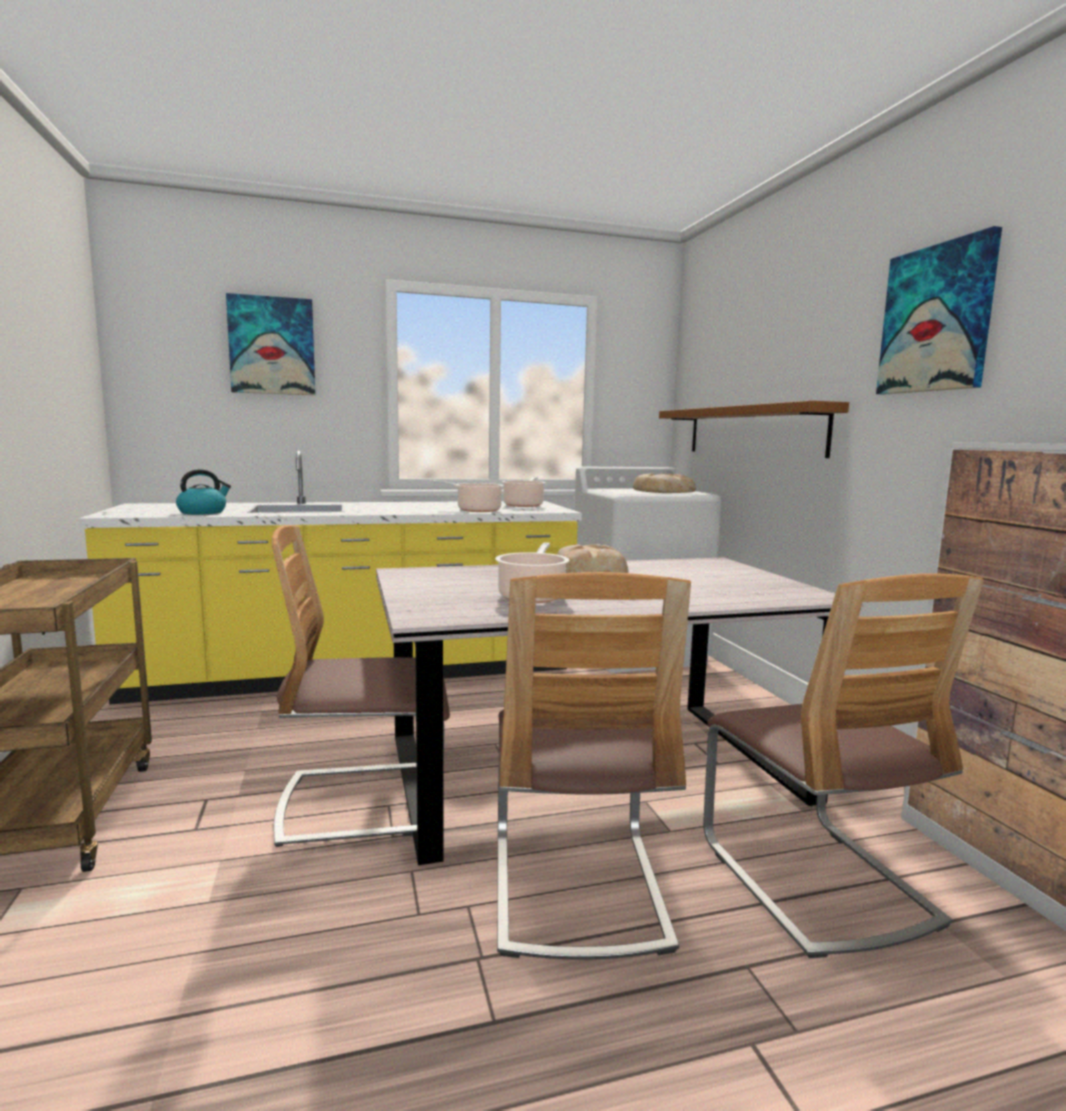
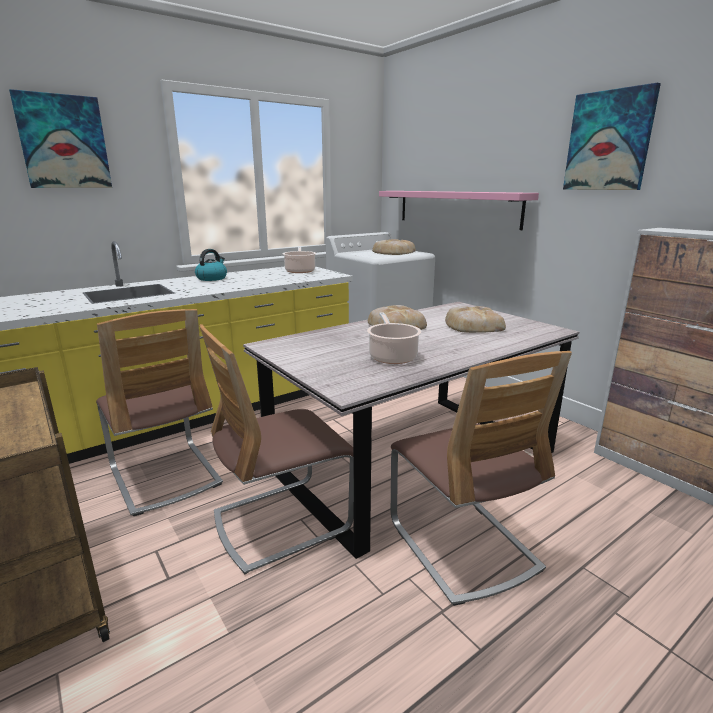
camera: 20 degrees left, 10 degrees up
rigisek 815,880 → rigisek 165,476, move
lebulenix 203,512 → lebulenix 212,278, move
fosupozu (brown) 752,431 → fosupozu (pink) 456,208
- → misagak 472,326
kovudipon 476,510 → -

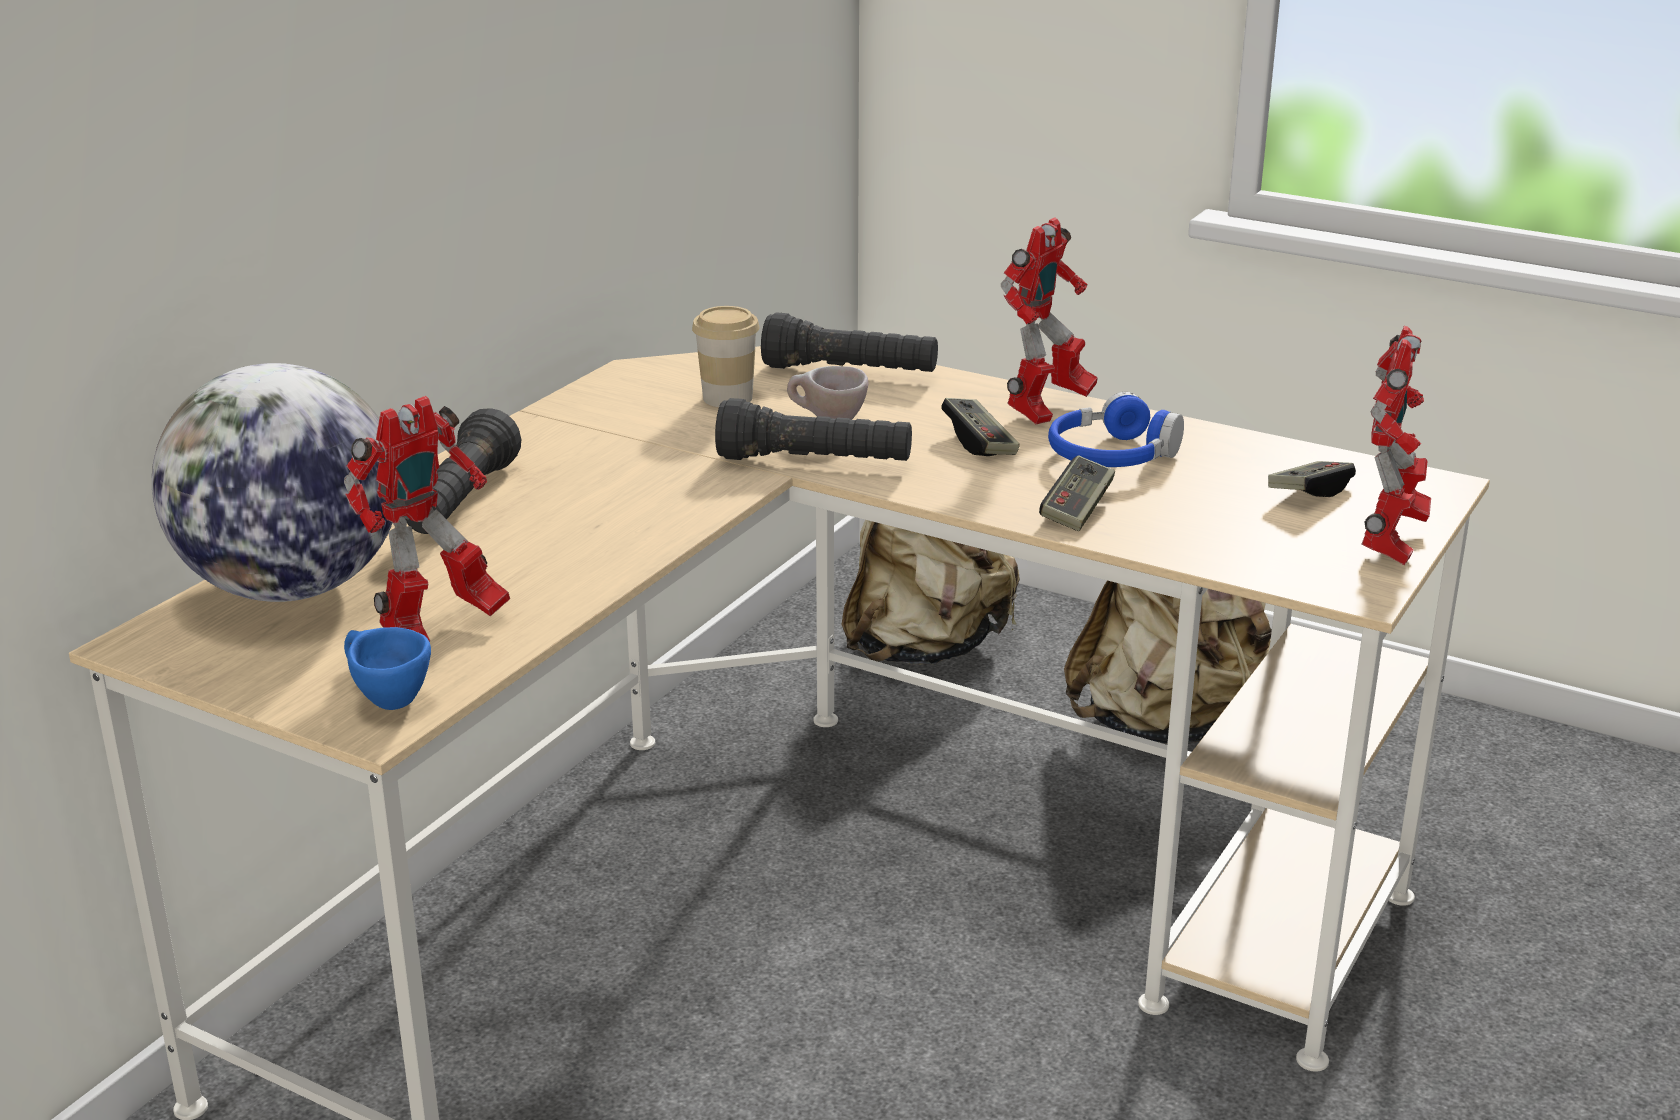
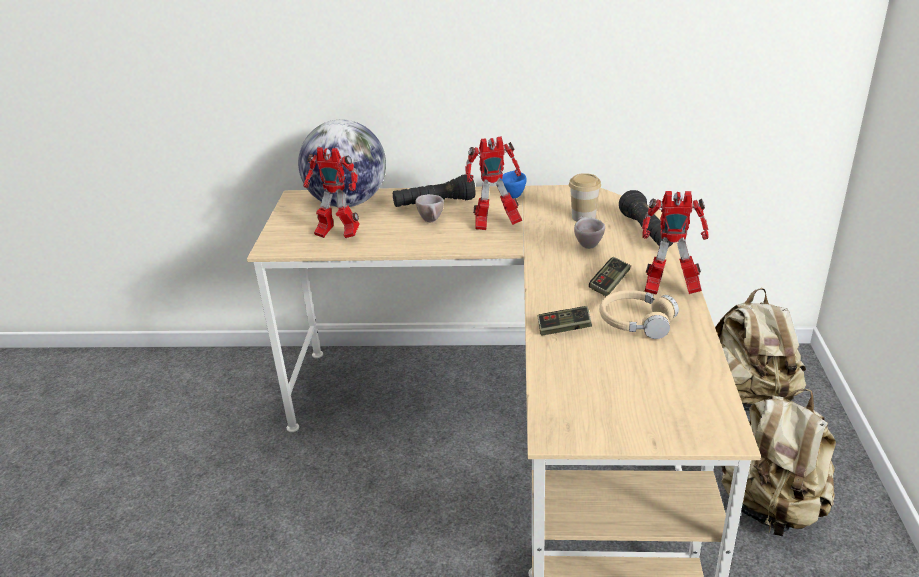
camera: 65 degrees right, 5 degrees up
- → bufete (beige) 432,221
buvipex 1389,543 → buvipex 495,225, move
bufete (blue) 385,700 → bufete (blue) 513,194, move
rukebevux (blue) 1112,456 → rukebevux (beige) 636,322
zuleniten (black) 814,462 → -
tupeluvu 1309,492 → -

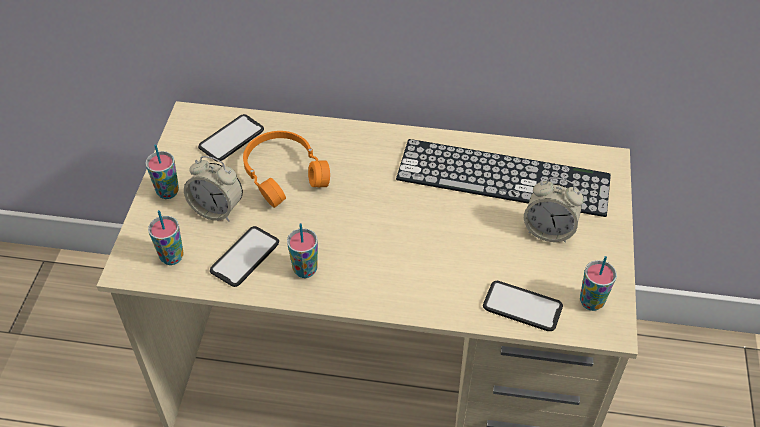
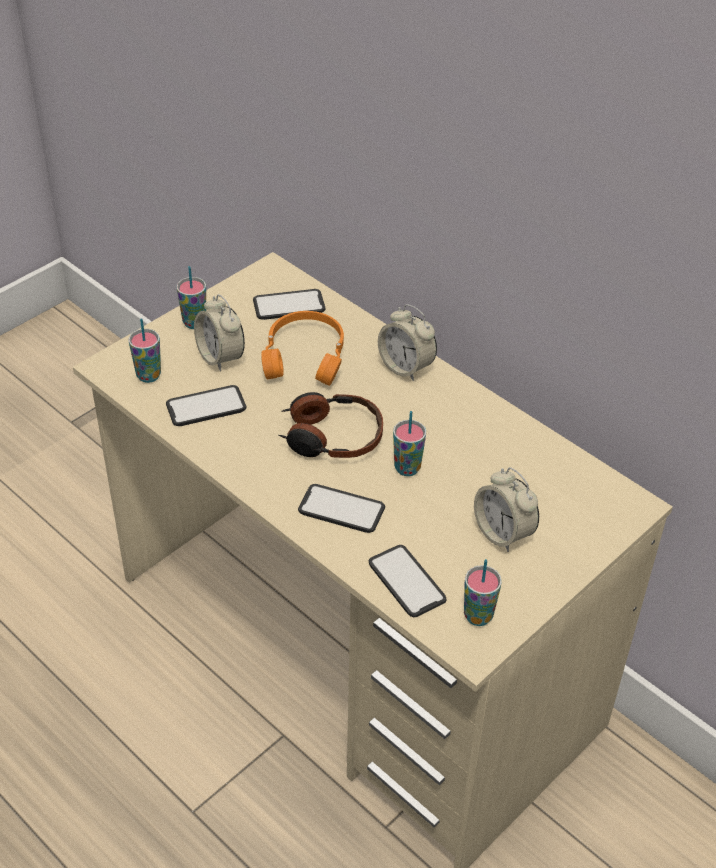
camera: 35 degrees right, 5 degrees down
- → rukebevux 331,437
- → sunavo 341,509
- → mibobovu 406,367
bufete 305,270 → bufete 407,468, move
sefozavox 503,177 → -

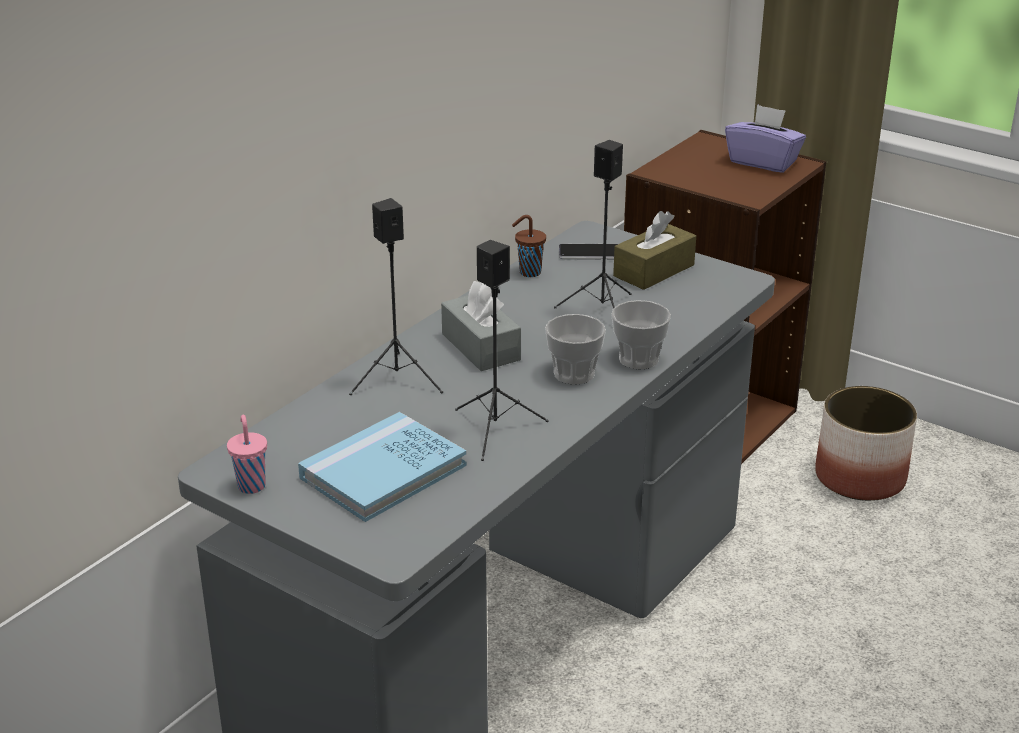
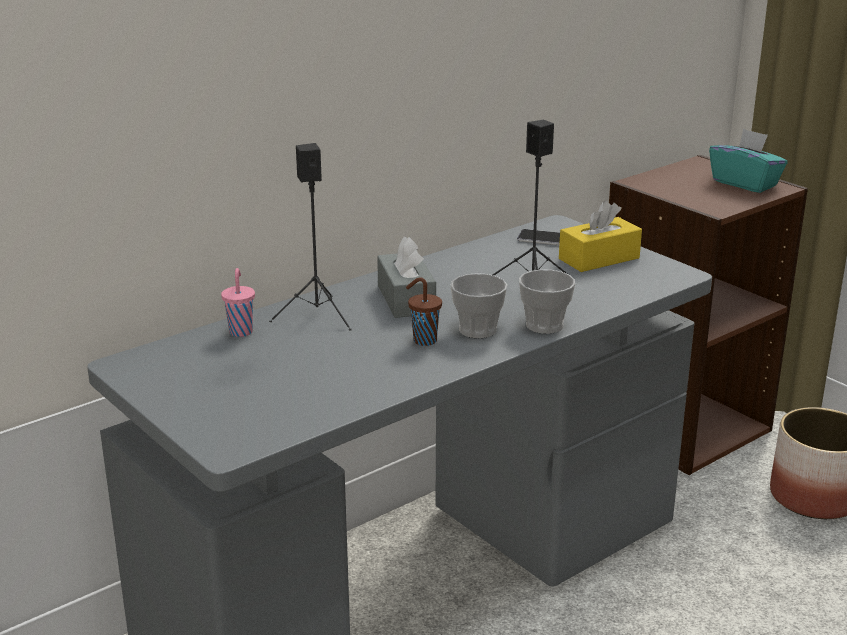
camera: 15 degrees right, 5 degrees down
bufete (pink) 251,485 → bufete (pink) 241,331, move
bufete (brown) 528,272 → bufete (brown) 423,340, move
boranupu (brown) 654,270 → boranupu (yellow) 599,258
boranupu (purple) 763,162 → boranupu (turquoise) 745,183
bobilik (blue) 383,472 → -
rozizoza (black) 496,429 → -

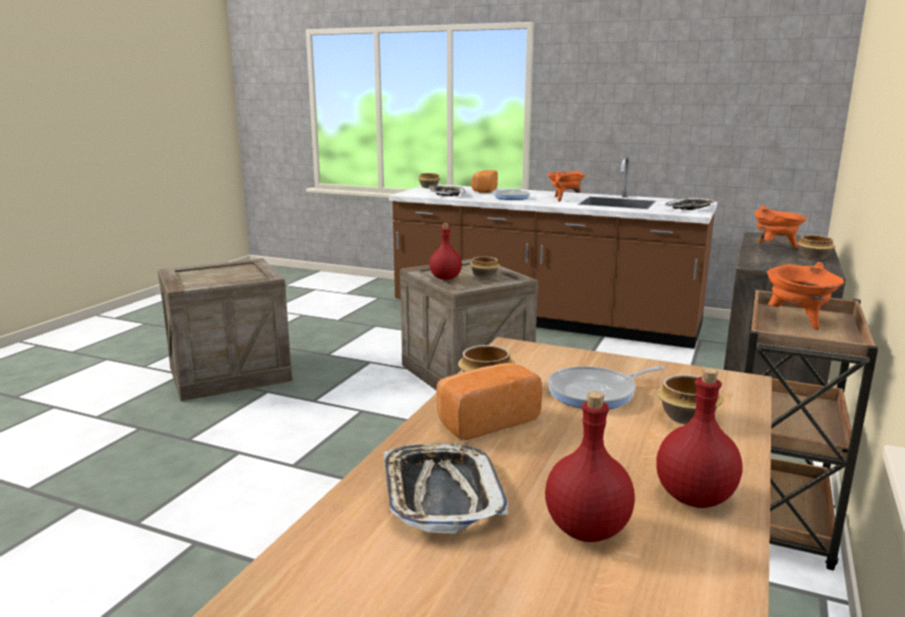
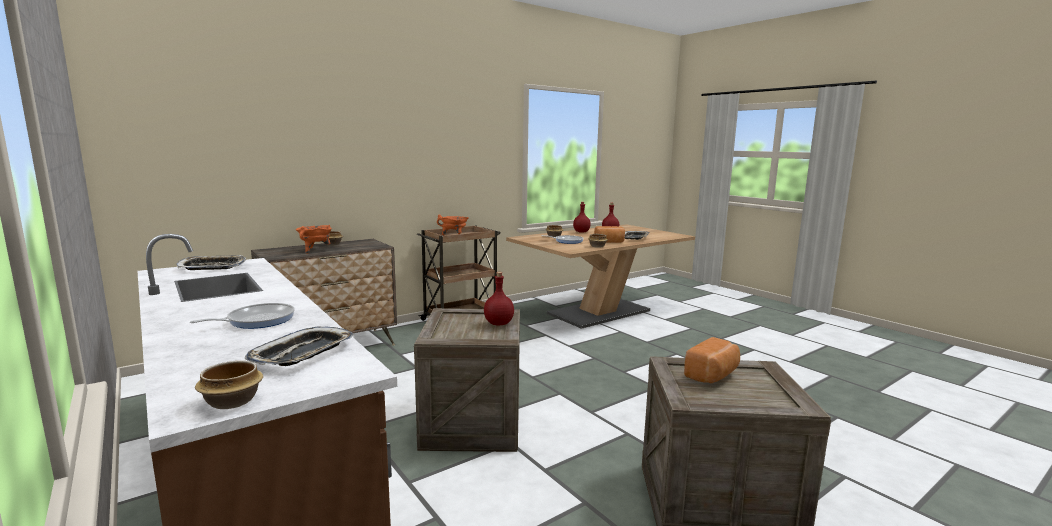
camera: 150 degrees left, 5 degrees down
misagak 483,190 → misagak 713,375, move
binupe 483,276 → -
kovudipon (orange) 564,199 → -

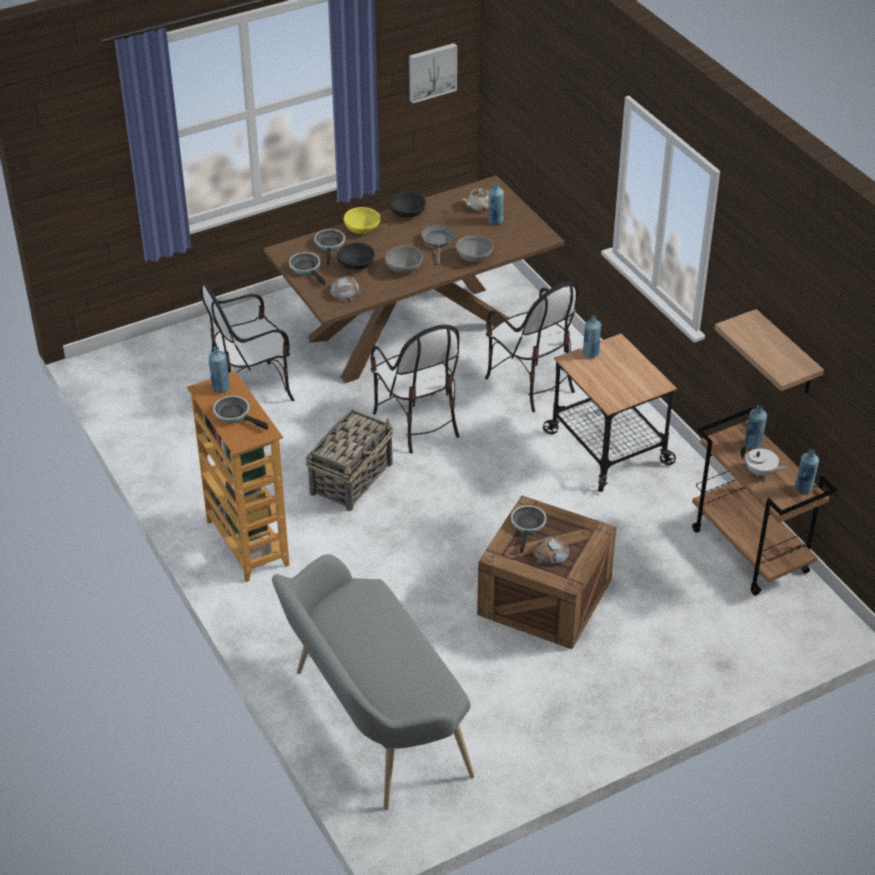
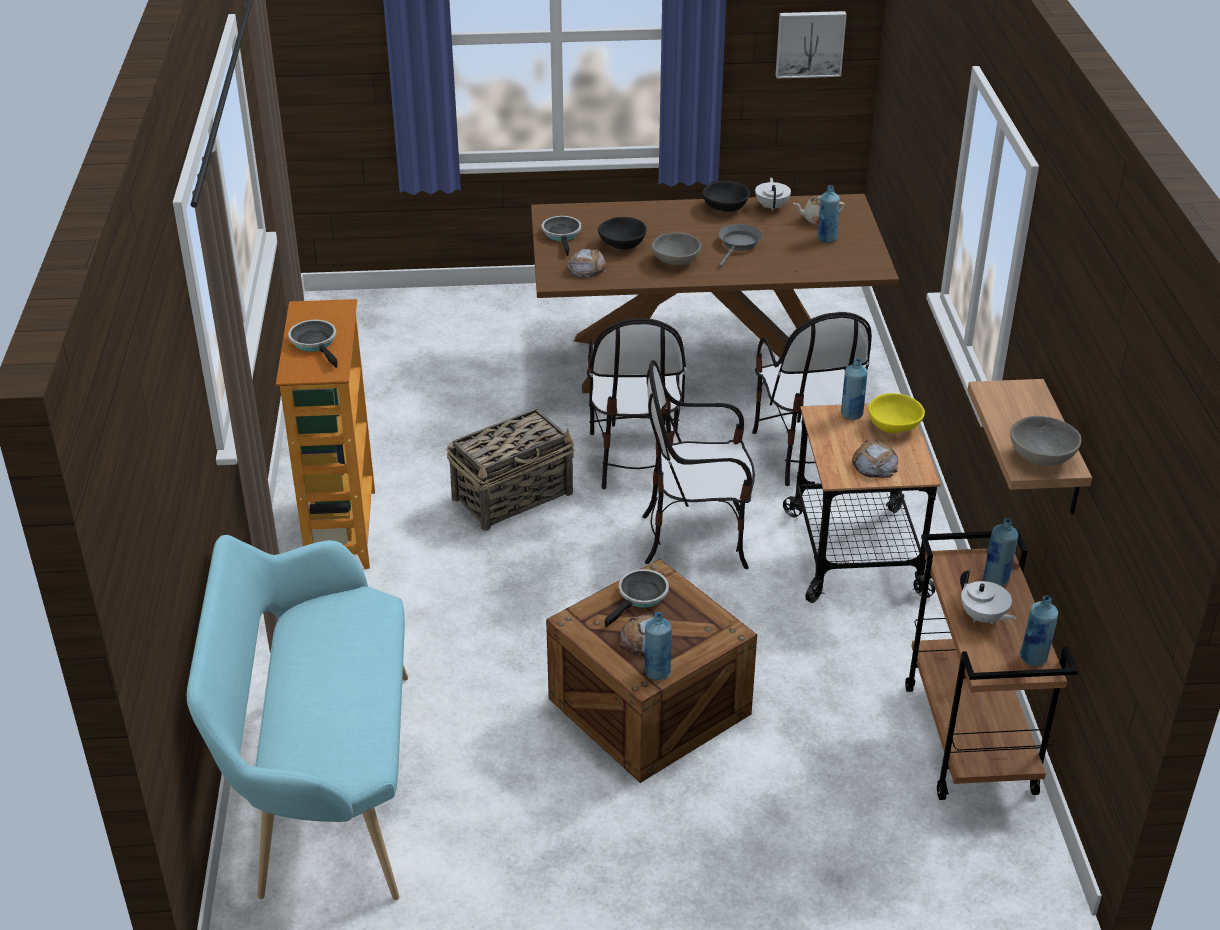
camera: 25 degrees right, 5 degrees down
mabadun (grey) 372,724 → mabadun (turquoise) 323,785
rigisek 251,390 → rigisek 697,538, move
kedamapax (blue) 220,388 → kedamapax (blue) 657,672, move
- → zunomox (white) 772,207
- → misagak 874,465
binupe (yellow) 361,229 → binupe (yellow) 893,427, move
binupe (grey) 474,257 → binupe (grey) 1042,456, move
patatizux 330,245 → -

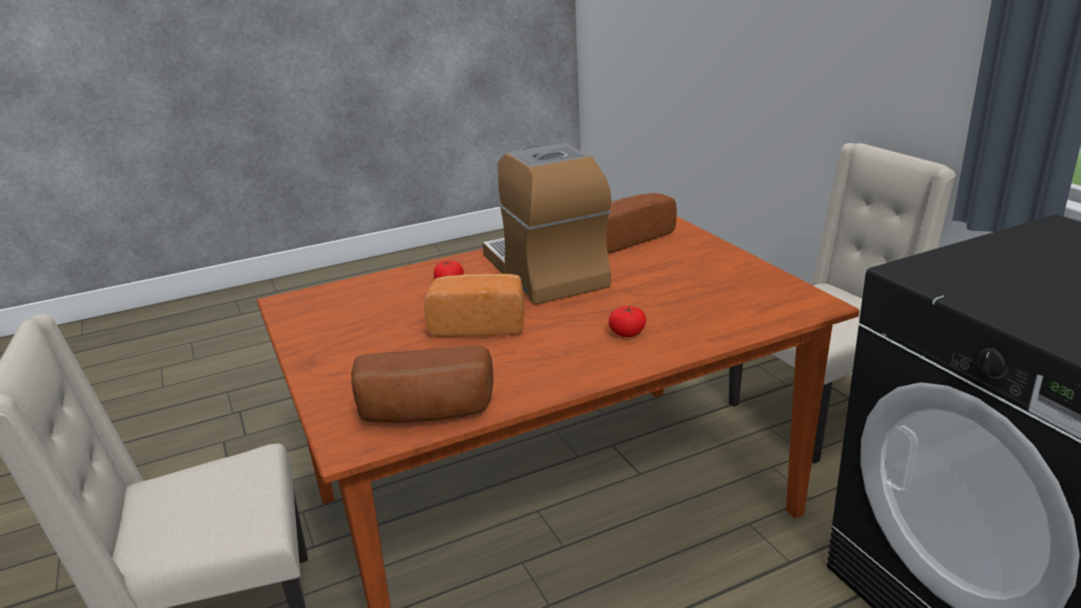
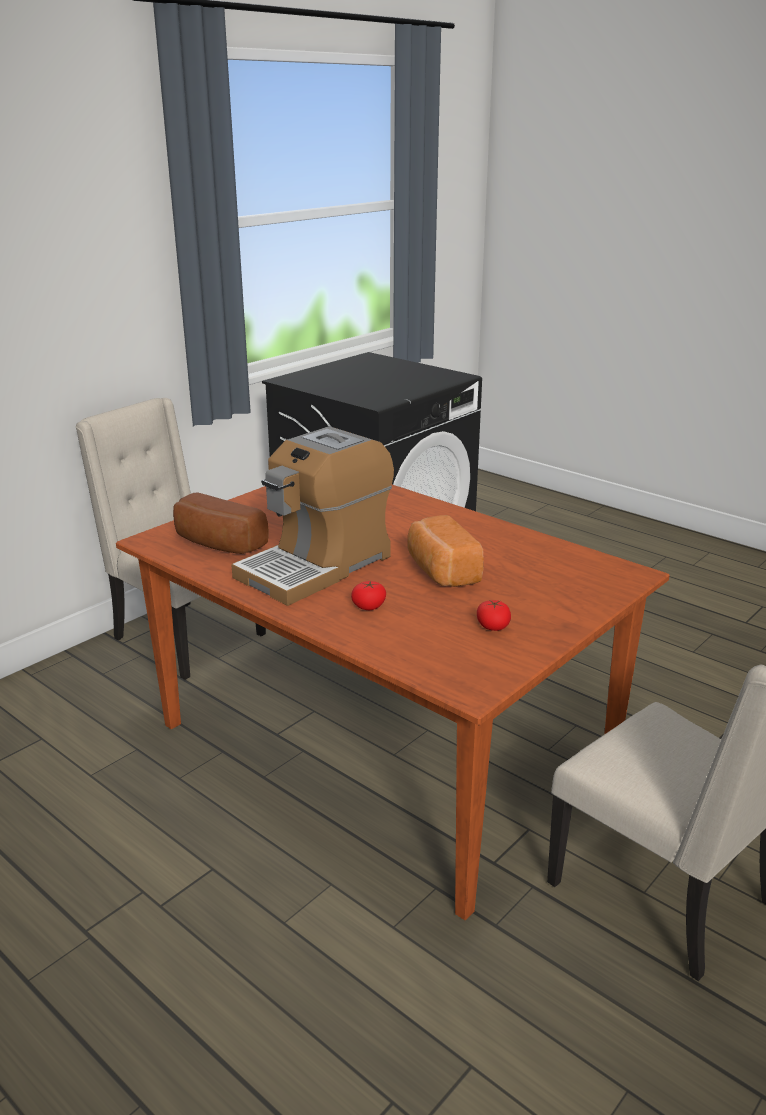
camera: 115 degrees left, 0 degrees up
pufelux 627,333 → pufelux 493,626, move
misagak 425,414 → -

